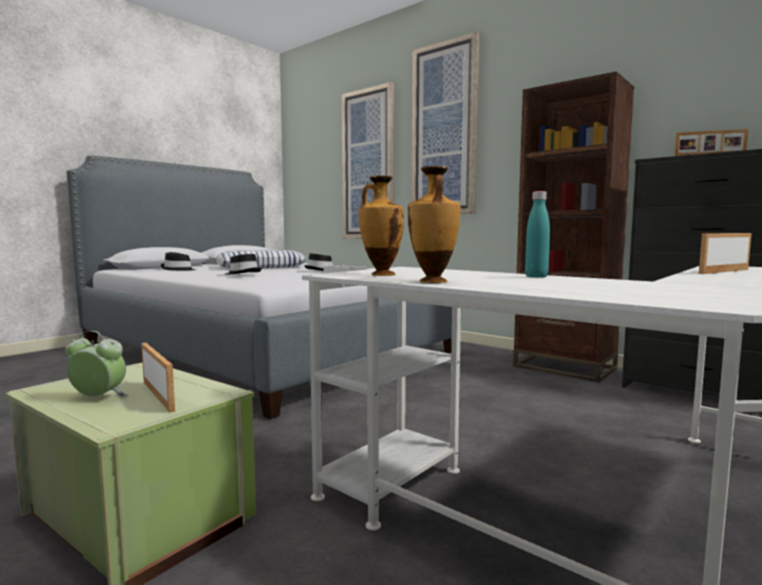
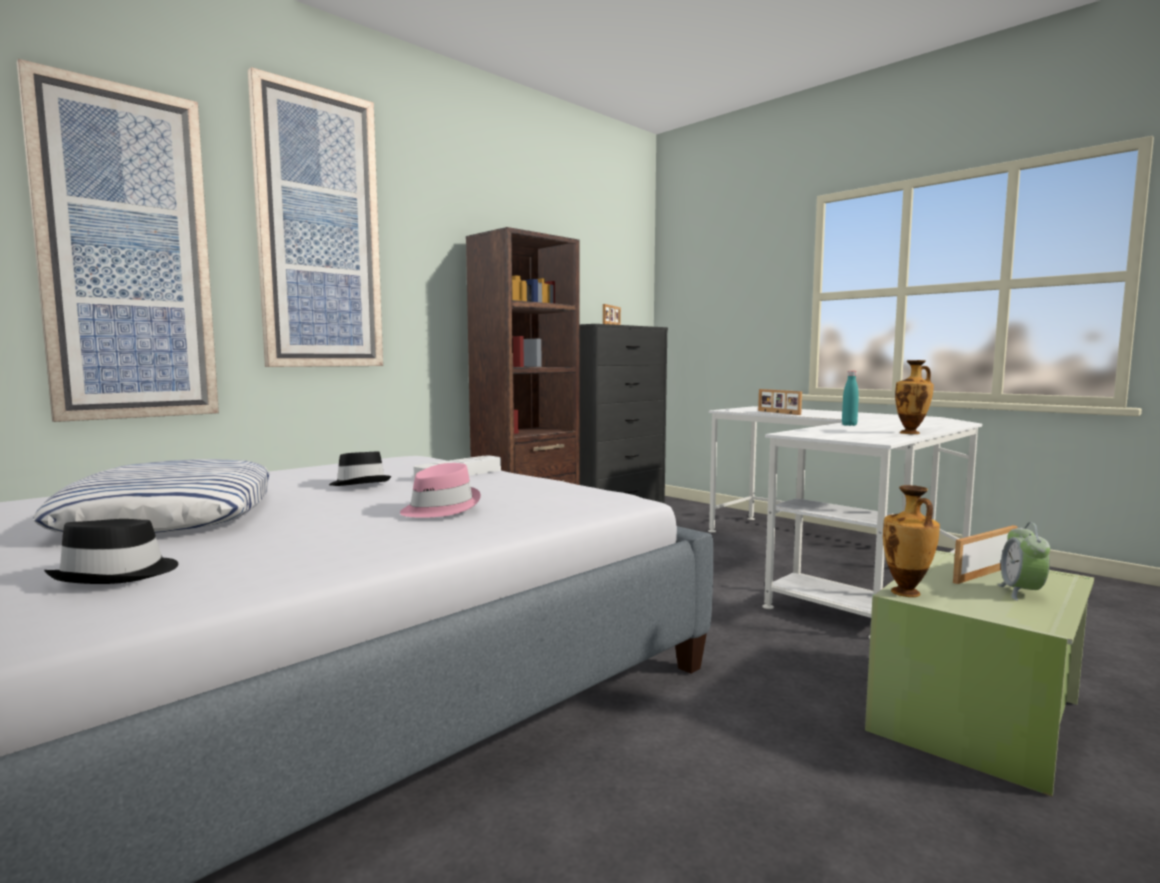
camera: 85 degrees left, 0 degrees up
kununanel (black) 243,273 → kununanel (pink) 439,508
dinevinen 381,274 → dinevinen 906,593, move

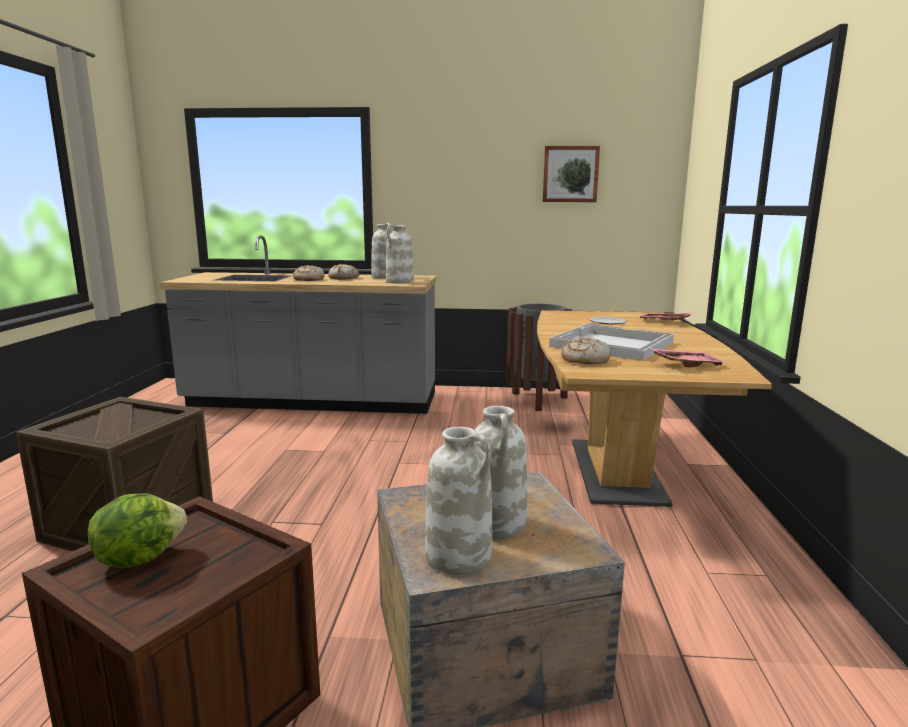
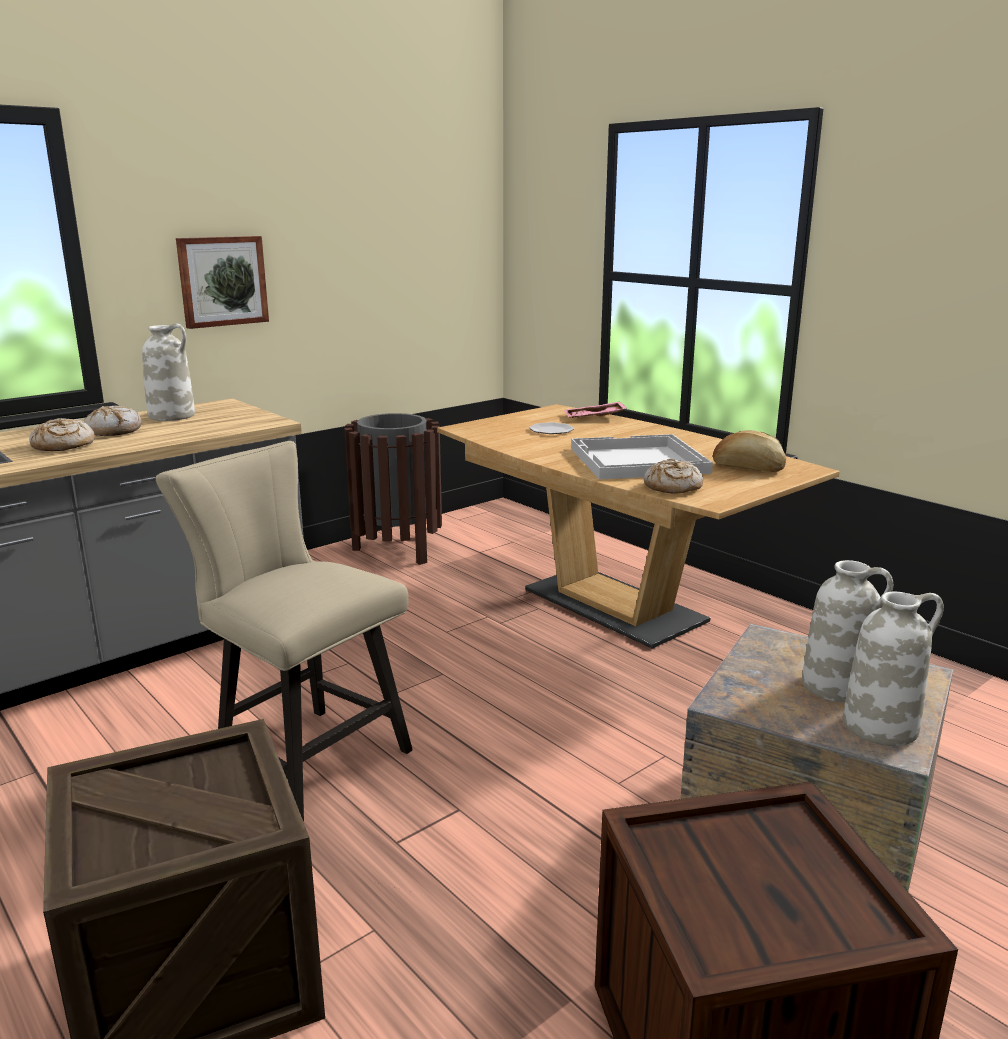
camera: 45 degrees left, 5 degrees up
- → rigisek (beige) 303,756
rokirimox 570,174 → rokirimox 222,281, move
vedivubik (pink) 686,364 → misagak 748,468
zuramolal 139,557 → -
dinevinen (white) 399,282 → -

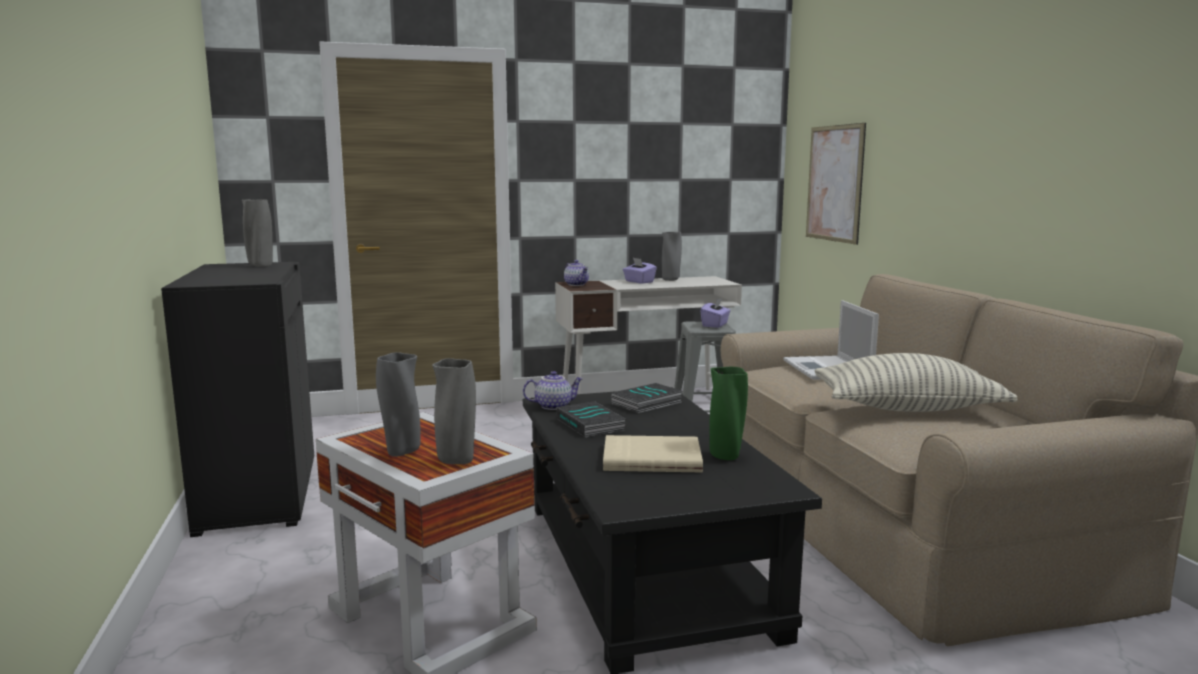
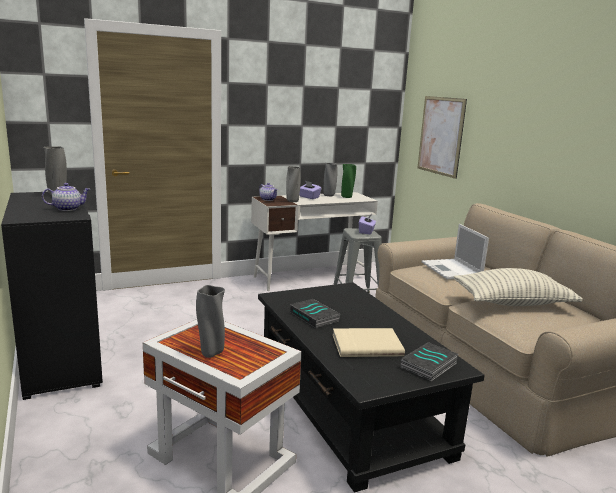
camera: 10 degrees left, 5 degrees up
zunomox 553,406 → zunomox 68,208, move
dinevinen (grey) 456,461 → dinevinen (grey) 292,201, move
dinevinen (green) 726,456 → dinevinen (green) 347,197, move
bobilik 647,403 → bobilik 429,366, move

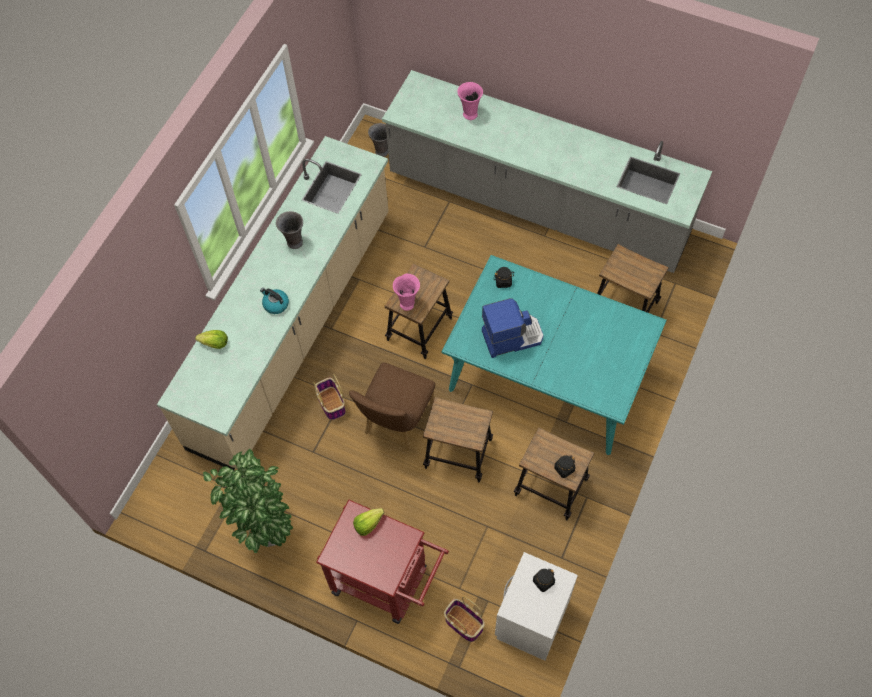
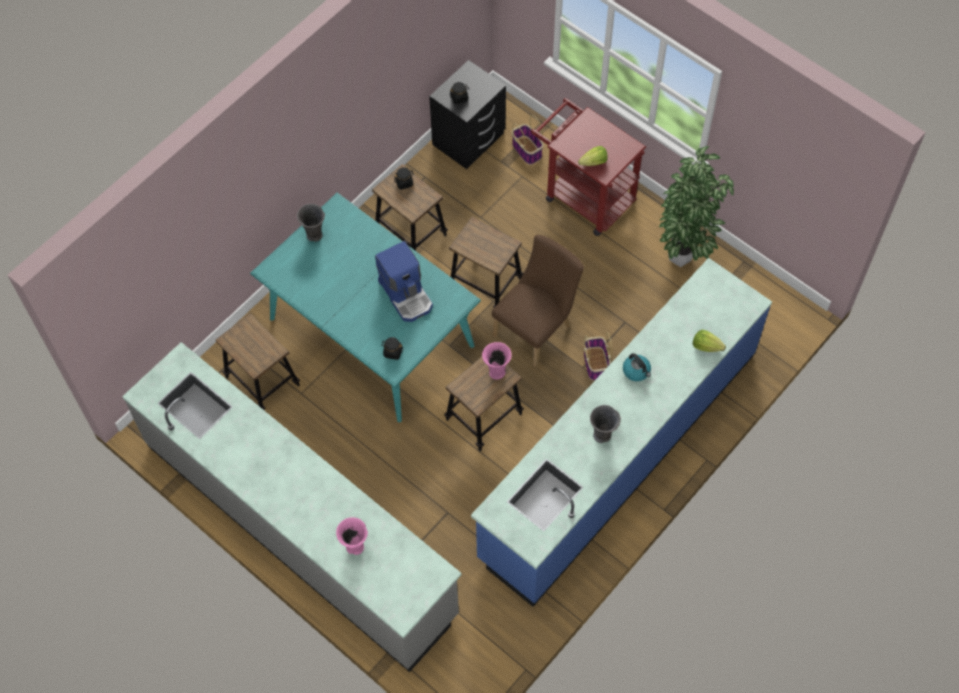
camera: 165 degrees left, 0 degrees up
dinevinen (grey) 381,151 → dinevinen (grey) 315,236, move
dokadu 512,336 → dokadu 406,294, 120 degrees counterclockwise
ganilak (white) 531,619 → ganilak (black) 469,140
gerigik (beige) 294,328 → gerigik (blue) 618,454

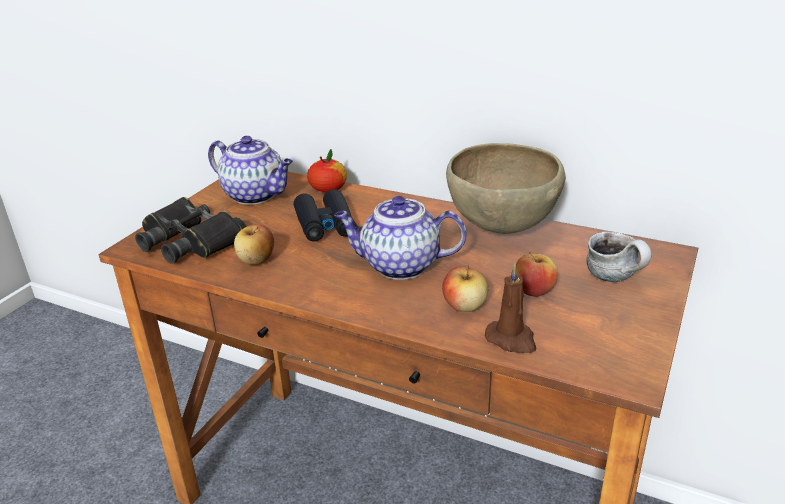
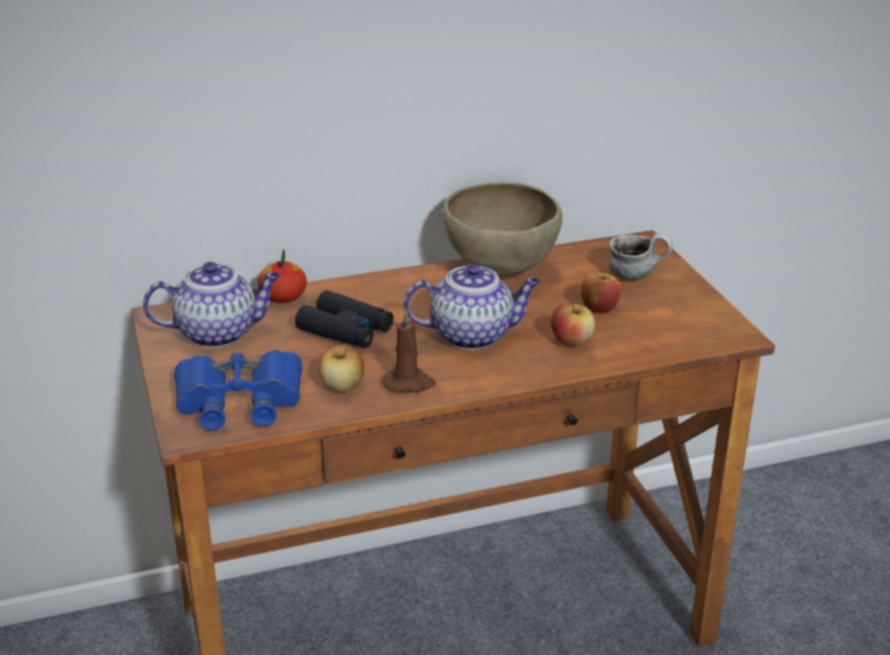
camera: 45 degrees left, 0 degrees up
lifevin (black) 190,241 → lifevin (blue) 239,400
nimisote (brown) 512,339 → nimisote (brown) 409,383, move
zunomox 399,266 → zunomox 473,335, 150 degrees counterclockwise

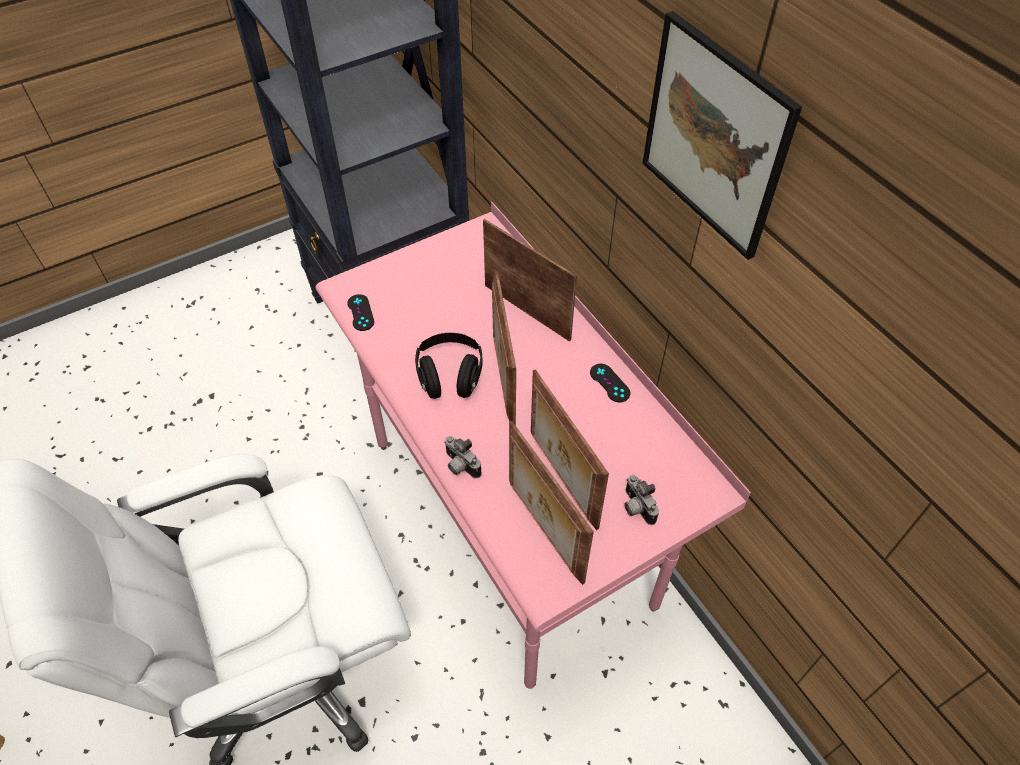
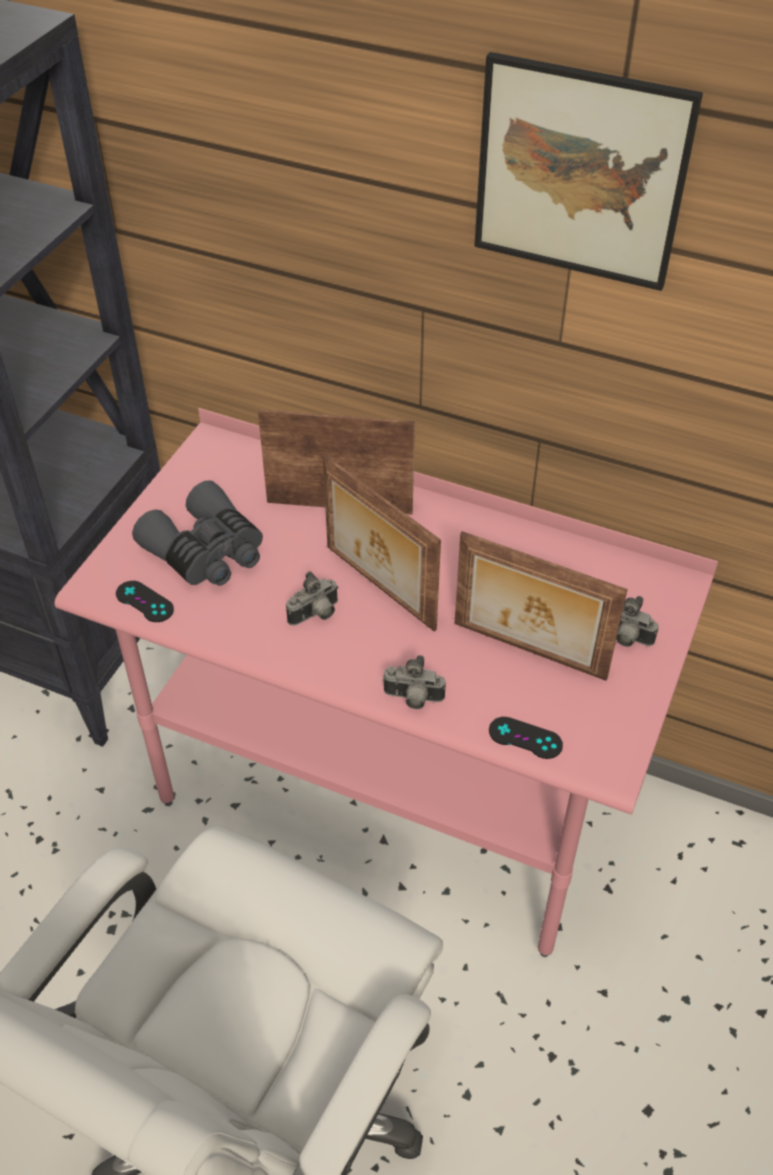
camera: 35 degrees left, 5 degrees down
- → lifevin (grey) 207,552
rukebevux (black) 450,376 → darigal 316,615
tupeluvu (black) 609,383 → tupeluvu (black) 525,738, move
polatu 543,531 → -

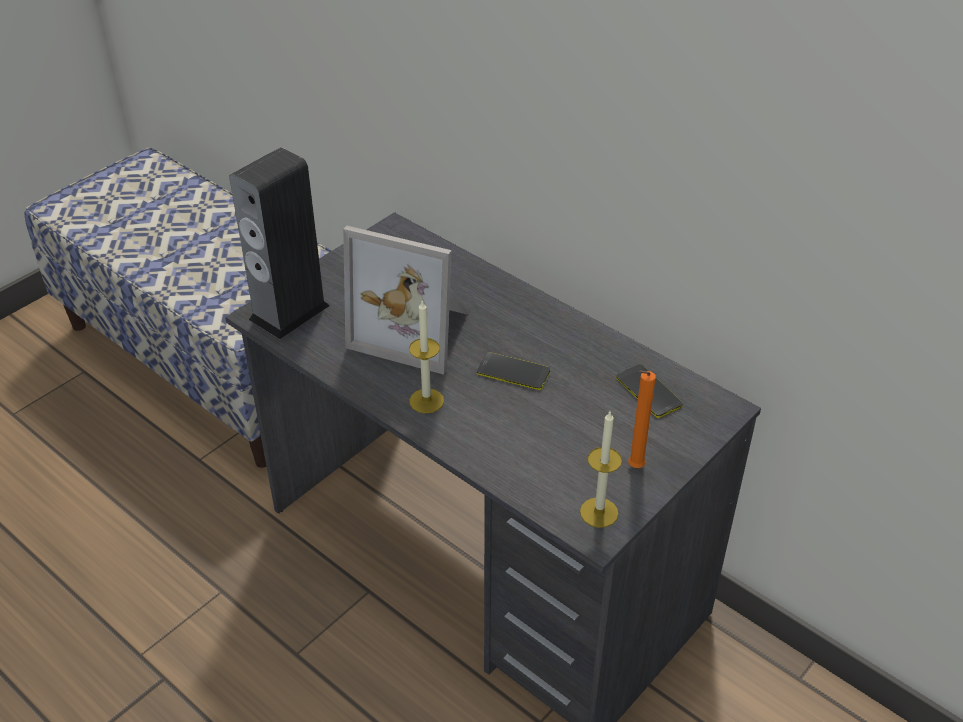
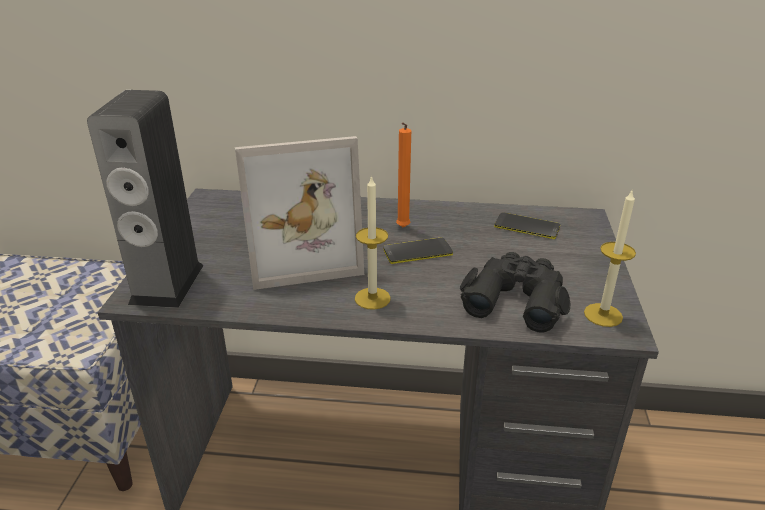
camera: 35 degrees left, 10 degrees down
nimisote (orange) 633,468 → nimisote (orange) 402,228, move
- → lifevin (black) 516,298

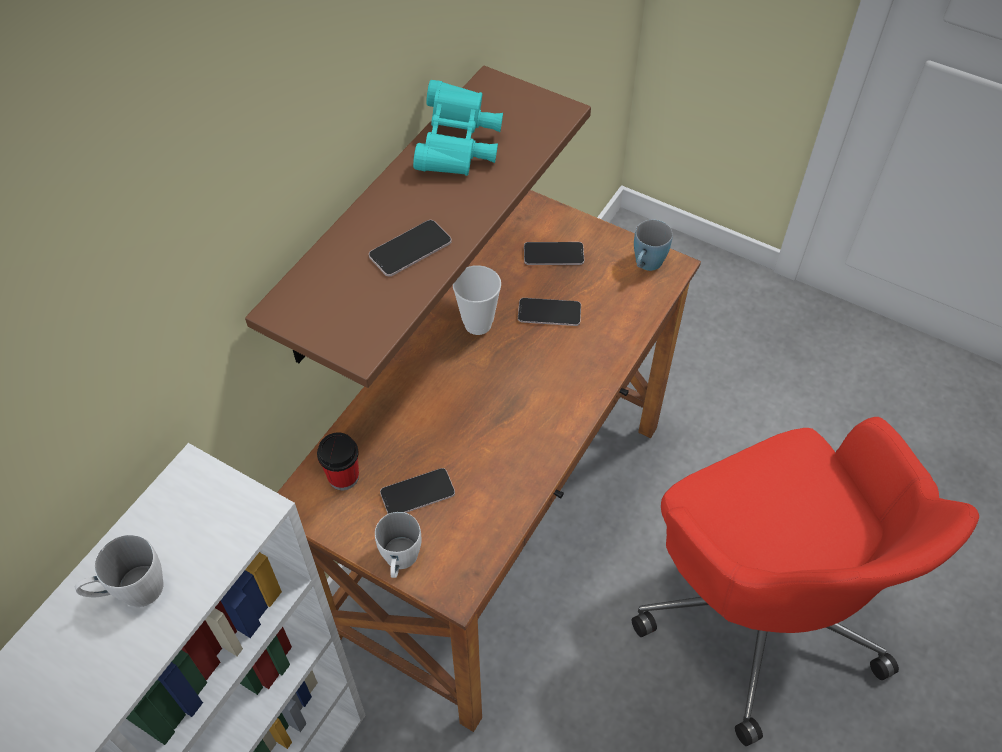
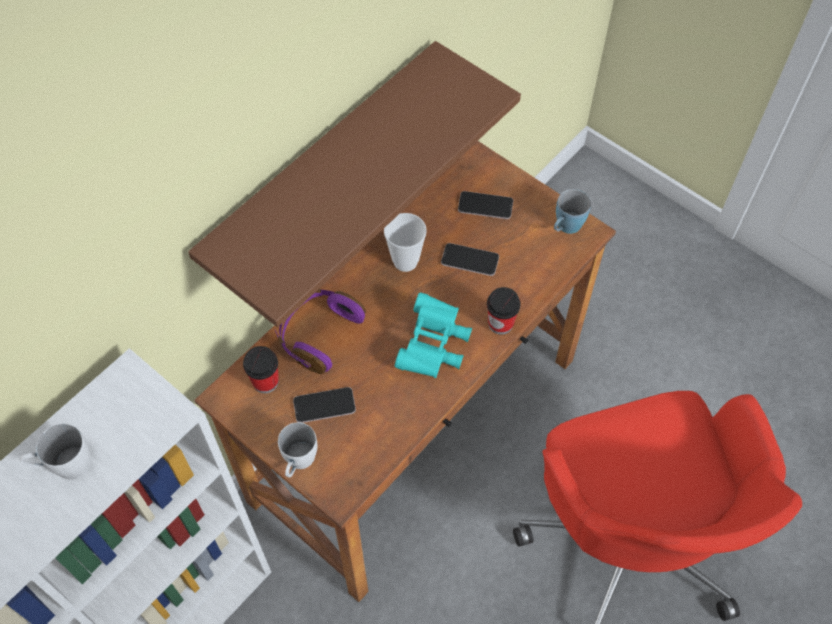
camera: 10 degrees right, 5 degrees up
- → rukebevux (purple) 318,334
lifevin (turquoise) 458,147 → lifevin (turquoise) 433,347, move
- → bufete 500,323
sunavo 410,249 → -

